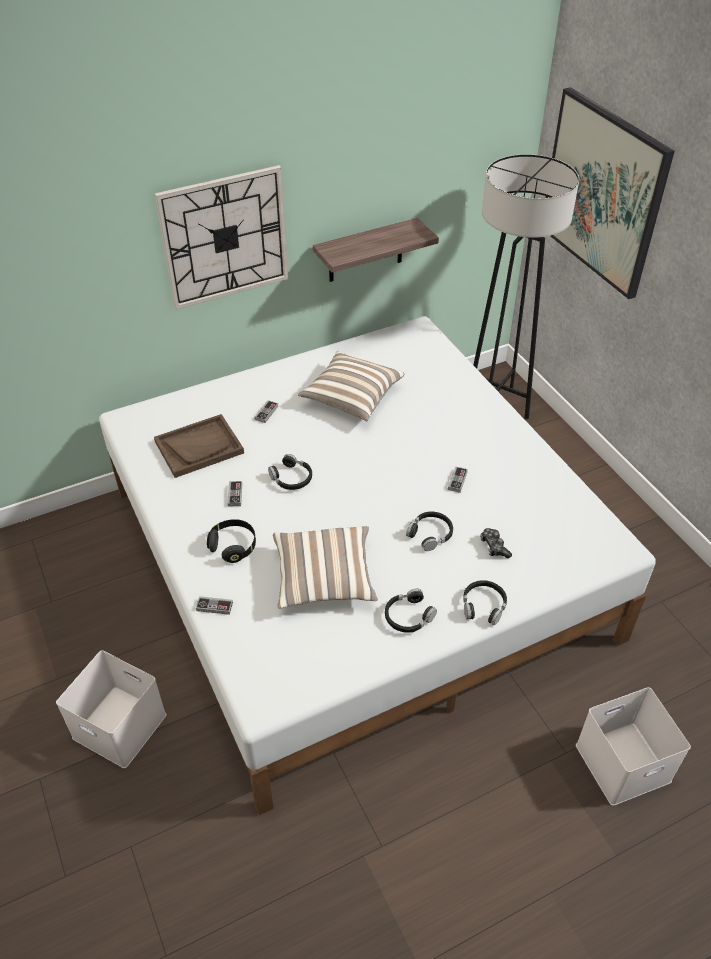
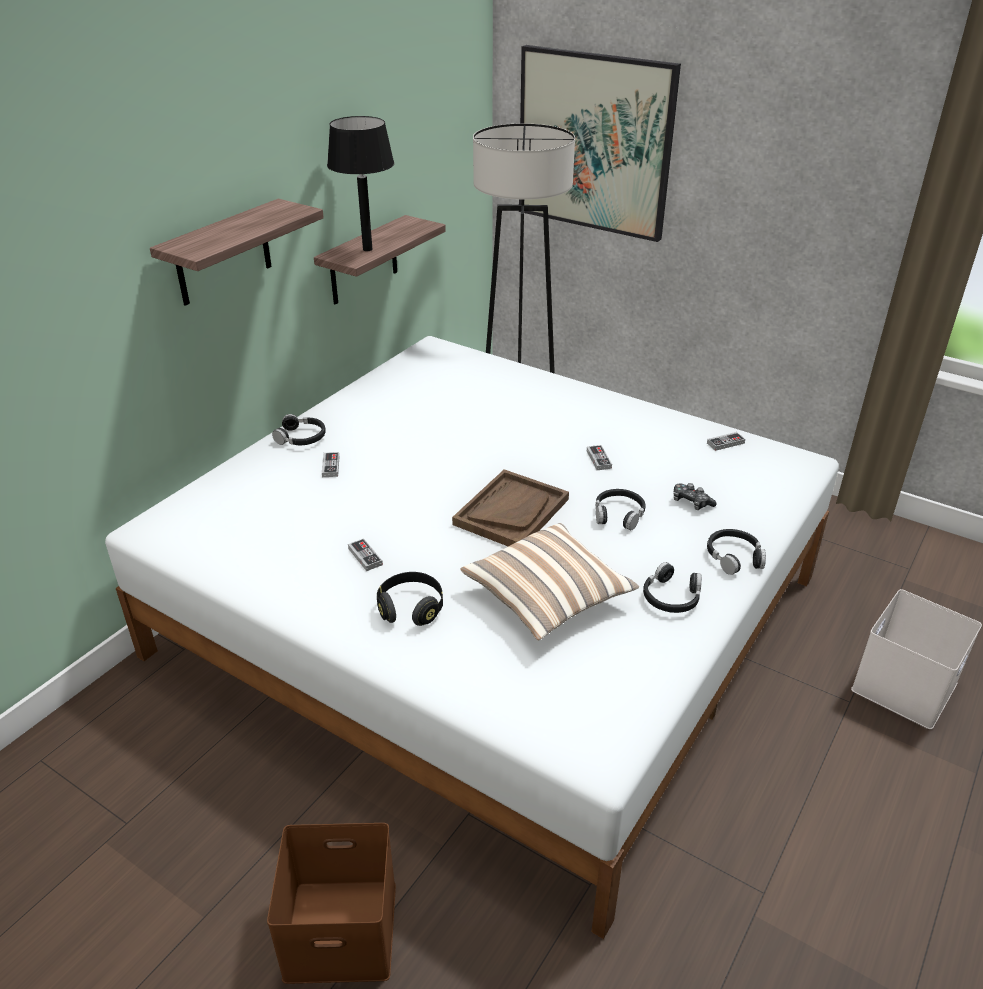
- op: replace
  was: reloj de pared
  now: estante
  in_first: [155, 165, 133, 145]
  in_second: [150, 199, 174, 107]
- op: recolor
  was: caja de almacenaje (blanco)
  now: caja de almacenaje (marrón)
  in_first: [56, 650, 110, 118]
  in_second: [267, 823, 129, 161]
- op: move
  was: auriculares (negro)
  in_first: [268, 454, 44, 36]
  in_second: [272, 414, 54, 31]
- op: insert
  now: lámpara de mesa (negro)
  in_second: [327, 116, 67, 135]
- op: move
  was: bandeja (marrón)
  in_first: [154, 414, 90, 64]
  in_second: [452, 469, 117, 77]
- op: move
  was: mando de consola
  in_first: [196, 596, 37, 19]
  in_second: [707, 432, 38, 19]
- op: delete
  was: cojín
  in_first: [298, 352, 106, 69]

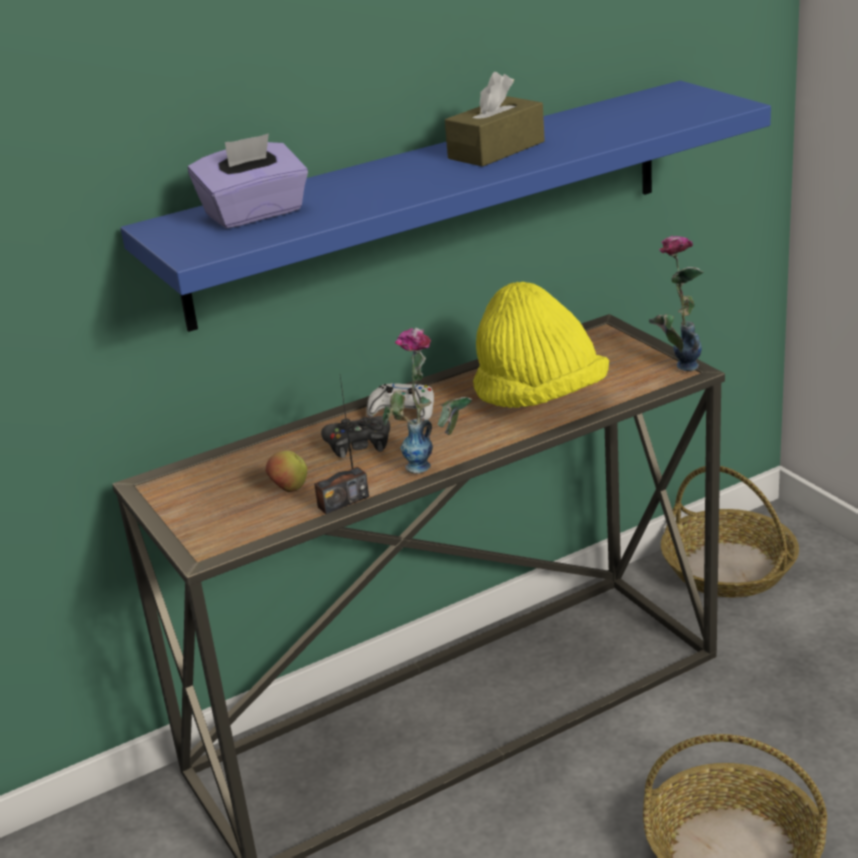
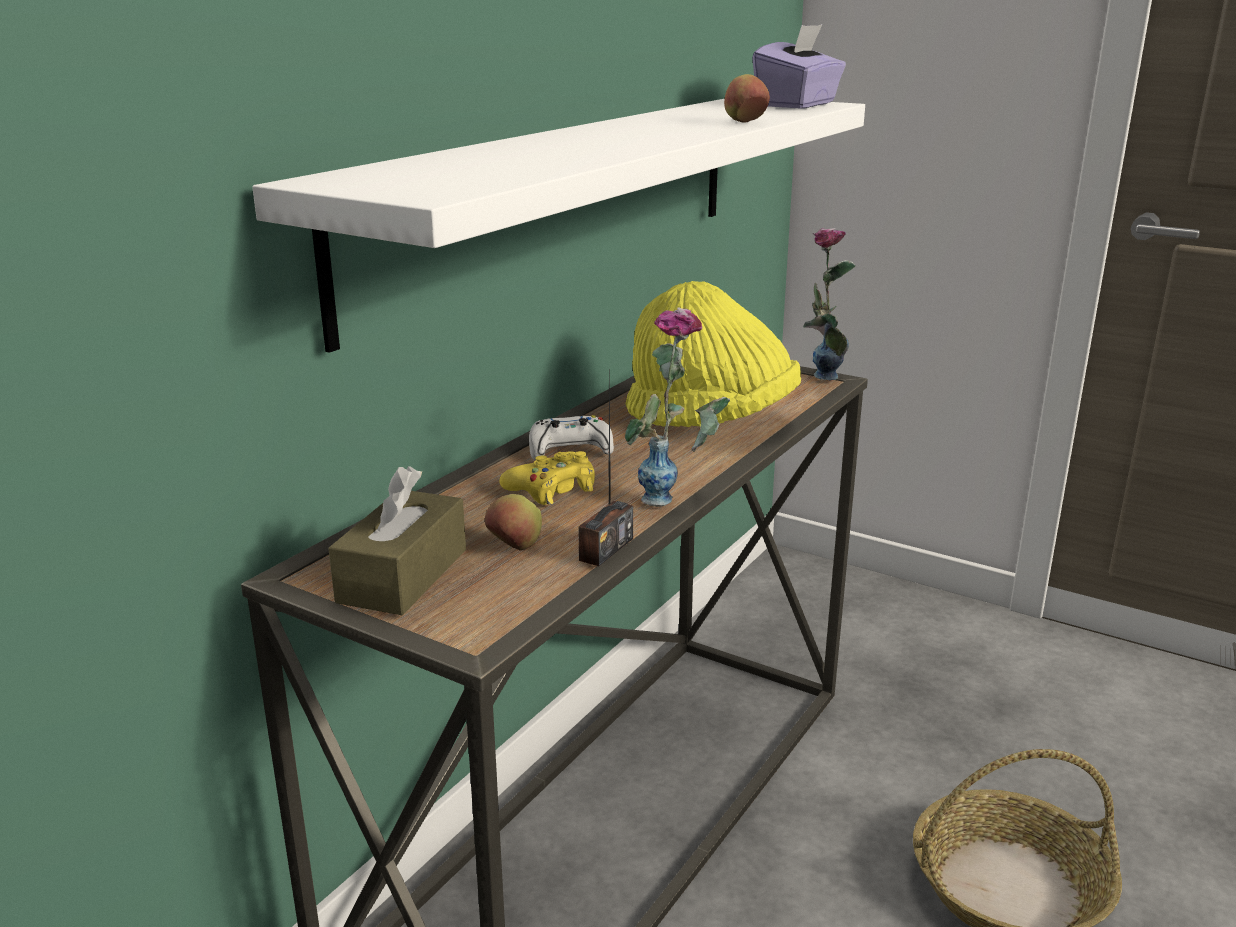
- op: recolor
  was: estante (azul)
  now: estante (blanco)
  in_first: [120, 81, 651, 251]
  in_second: [252, 99, 613, 254]
- op: move
  was: caja de pañuelos (marrón)
  in_first: [445, 72, 100, 95]
  in_second: [328, 466, 138, 149]
- op: recolor
  was: mando de consola (negro)
  now: mando de consola (amarillo)
  in_first: [321, 416, 69, 42]
  in_second: [499, 451, 96, 54]
- op: insert
  now: manzana
  in_second: [724, 74, 46, 49]
- op: move
  was: caja de pañuelos (morado)
  in_first: [188, 133, 120, 96]
  in_second: [752, 24, 94, 84]
- op: delete
  was: cesta
  in_first: [661, 466, 138, 132]

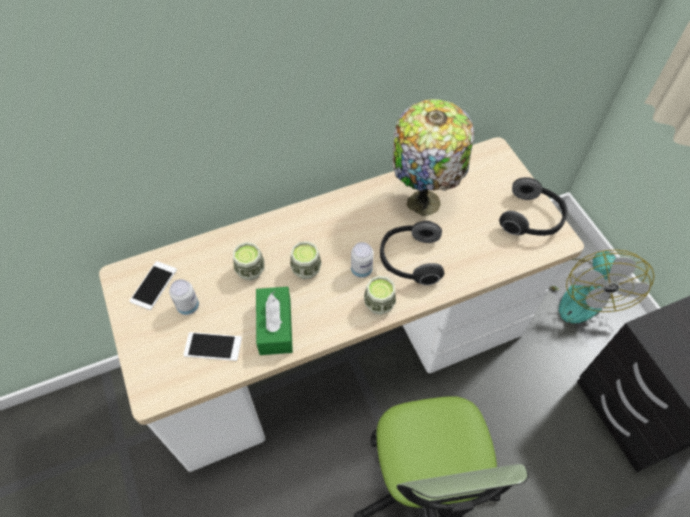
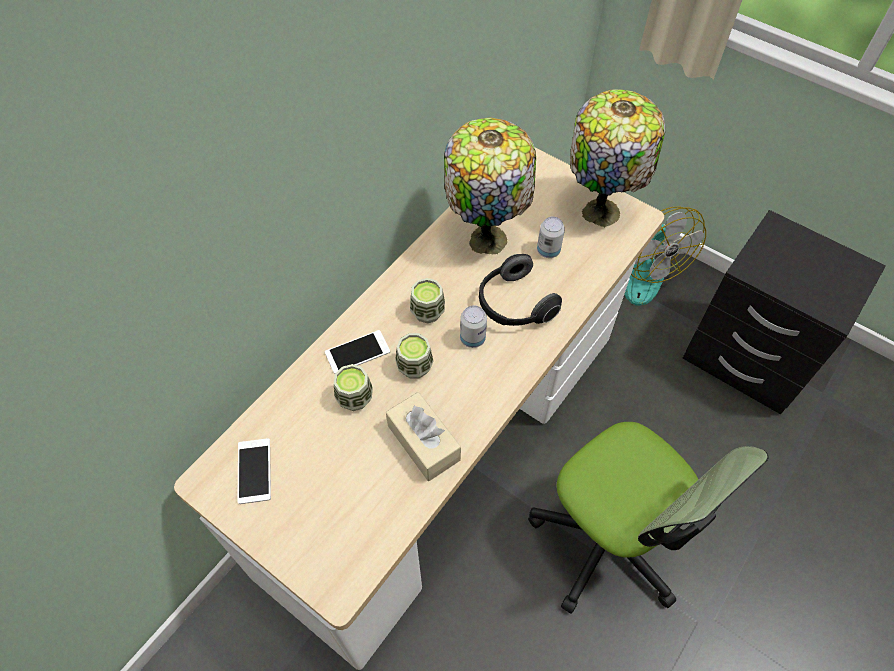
- op: move
  was: móvil
  in_first: [184, 332, 58, 29]
  in_second: [325, 330, 65, 44]
- op: recolor
  was: caja de pañuelos (verde)
  now: caja de pañuelos (beis)
  in_first: [256, 287, 37, 68]
  in_second: [386, 392, 75, 89]
- op: move
  was: taza
  in_first: [364, 276, 32, 39]
  in_second: [410, 278, 35, 45]
- op: move
  was: lata
  in_first: [169, 279, 30, 36]
  in_second: [537, 217, 28, 41]
- op: replace
  was: auriculares
  now: lámpara de mesa
  in_first: [499, 177, 69, 59]
  in_second: [570, 89, 95, 138]

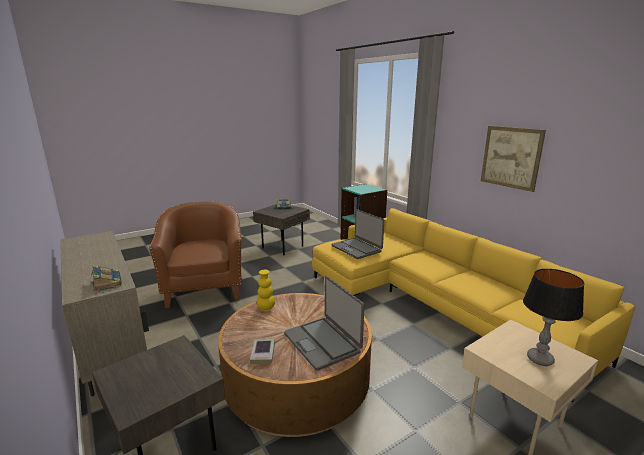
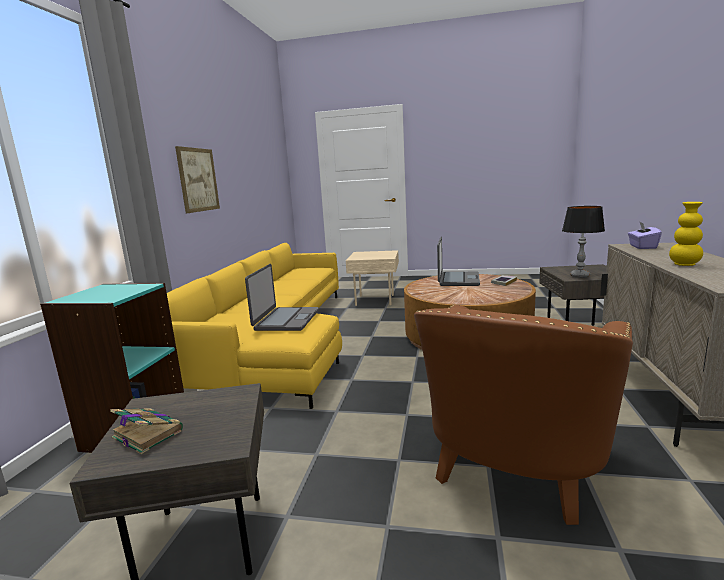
- op: move
  was: lámpara de mesa
  in_first: [523, 269, 61, 97]
  in_second: [562, 206, 43, 72]
- op: replace
  was: libro
  now: caja de pañuelos (morado)
  in_first: [91, 265, 31, 27]
  in_second: [628, 221, 34, 28]
- op: move
  was: florero (amarillo)
  in_first: [257, 270, 18, 41]
  in_second: [669, 202, 34, 64]

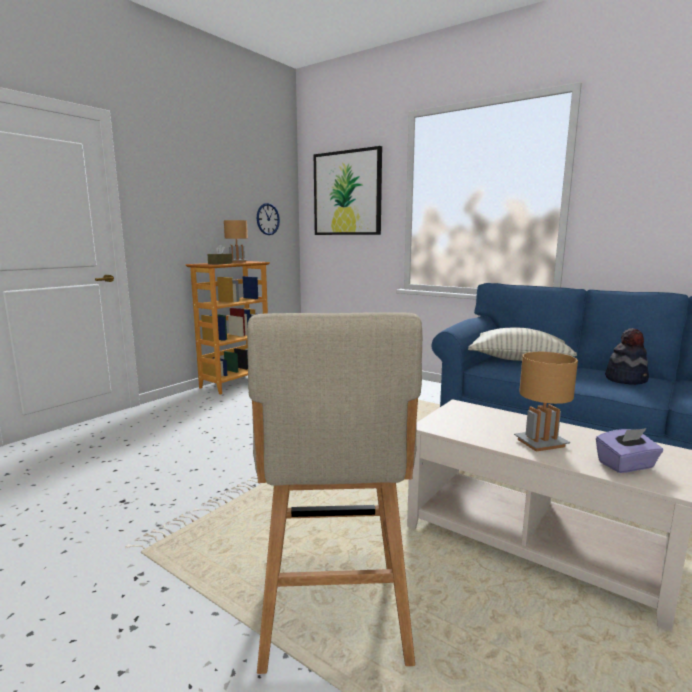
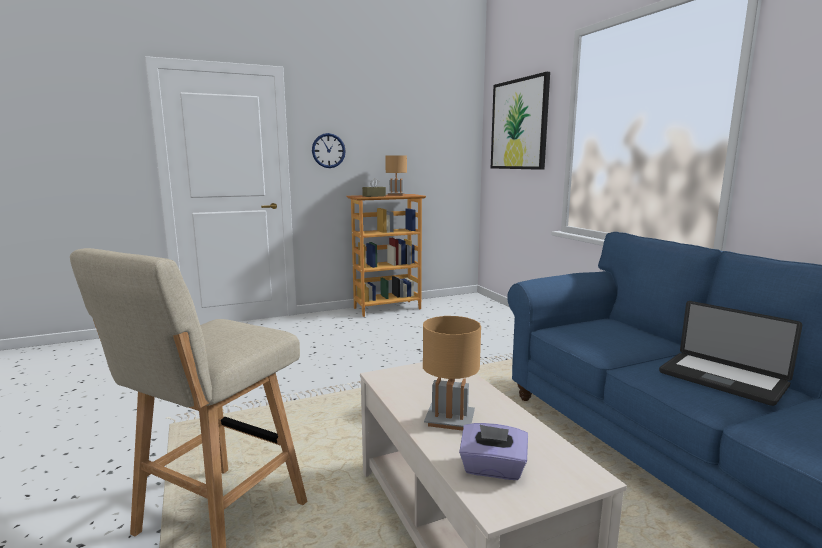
- op: move
  was: reloj de pared
  in_first: [257, 203, 23, 32]
  in_second: [312, 133, 34, 35]
- op: replace
  was: sombrero
  now: portátil
  in_first: [605, 328, 44, 57]
  in_second: [659, 301, 143, 105]
- op: delete
  was: cojín
  in_first: [468, 328, 109, 33]

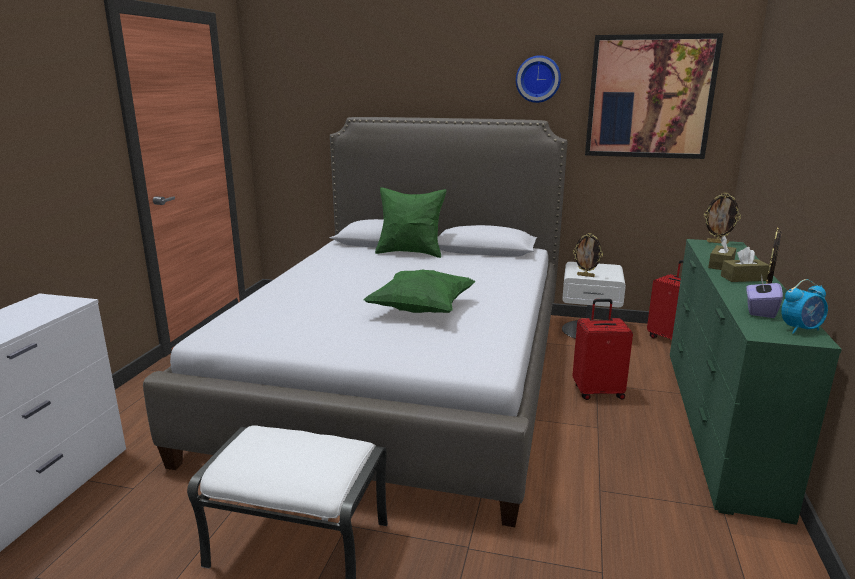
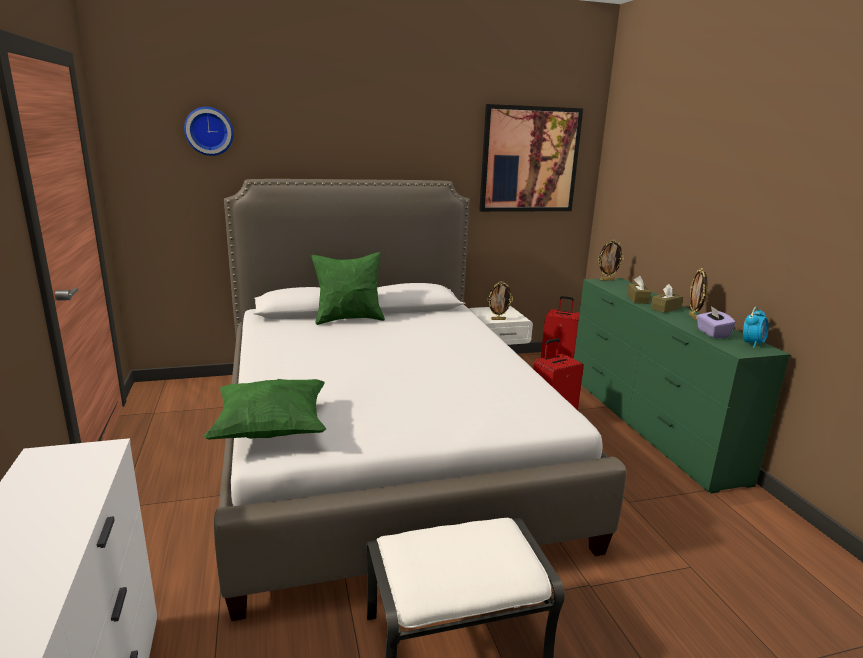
- op: move
  was: reloj de pared
  in_first: [516, 55, 45, 48]
  in_second: [184, 107, 50, 49]
- op: move
  was: cojín (verde)
  in_first: [364, 269, 112, 44]
  in_second: [203, 379, 123, 61]

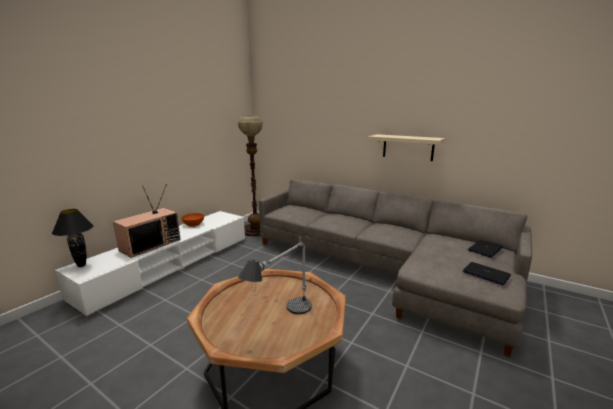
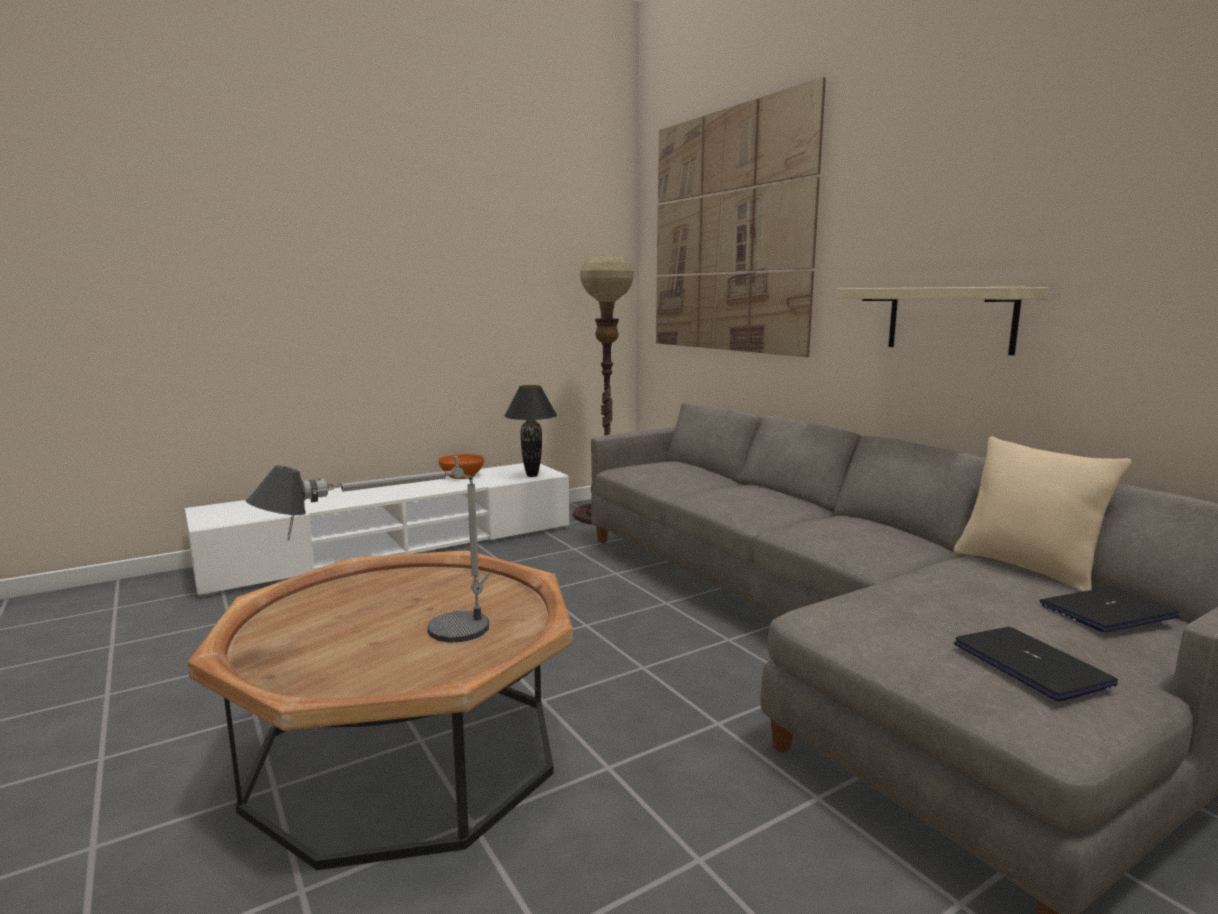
- op: move
  was: lámpara de mesa (negro)
  in_first: [52, 209, 42, 58]
  in_second: [504, 385, 53, 92]
- op: insert
  now: cuadro
  in_second: [656, 77, 170, 280]
- op: insert
  now: cojín (beis)
  in_second: [954, 436, 178, 156]
- op: delete
  was: televisor
  in_first: [113, 184, 67, 74]

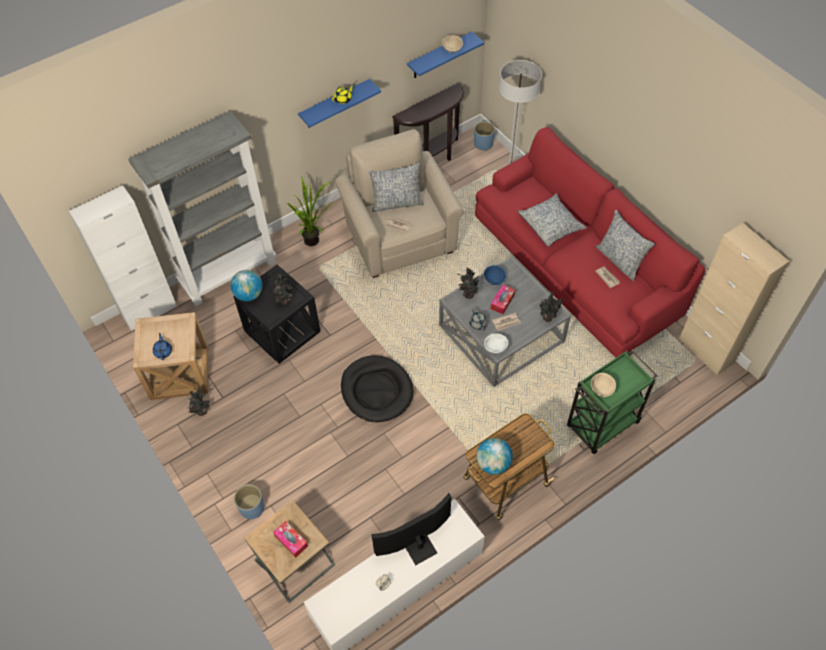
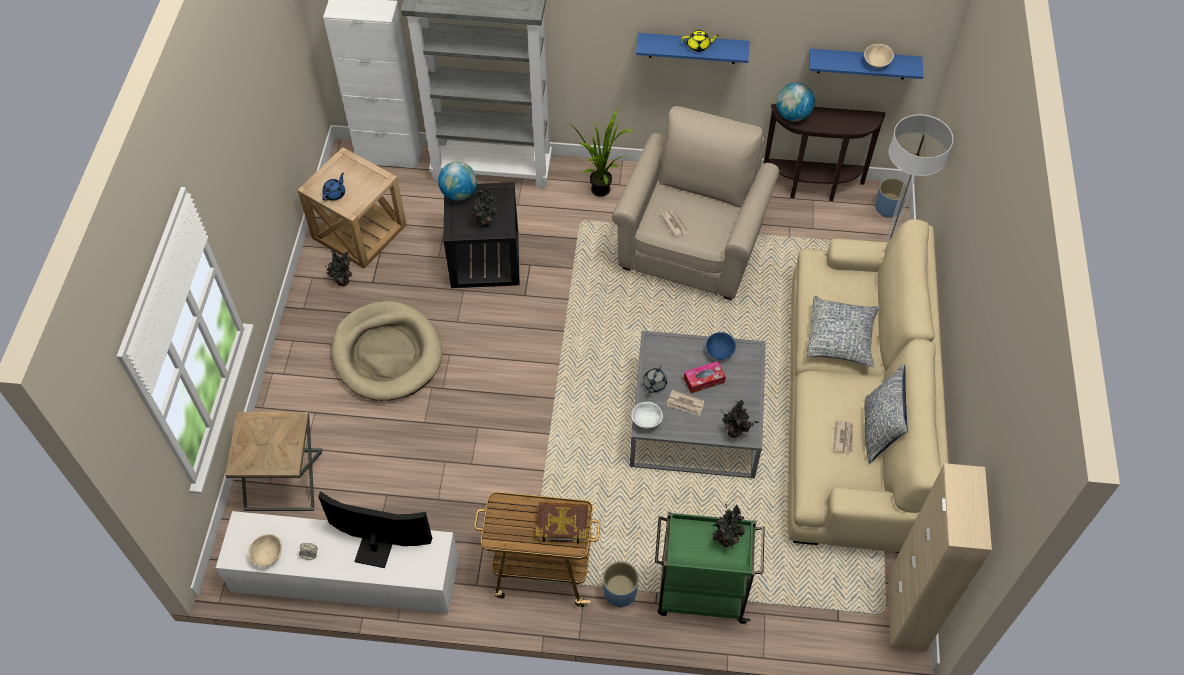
- op: move
  was: cuenco (beis)
  in_first: [591, 373, 25, 24]
  in_second: [248, 534, 34, 33]
- op: insert
  now: cama para perro (beis)
  in_second: [331, 301, 111, 100]
- op: insert
  now: libro
  in_second: [536, 502, 52, 42]
- op: move
  was: maceta (azul)
  in_first: [234, 484, 30, 35]
  in_second: [603, 561, 36, 47]
- op: move
  was: planta en maceta
  in_first: [457, 267, 22, 32]
  in_second: [711, 503, 34, 44]
- op: move
  was: globo terráqueo
  in_first: [476, 438, 37, 37]
  in_second: [776, 83, 39, 39]
- op: recolor
  was: sofá (rojo)
  now: sofá (beis)
  in_first: [475, 127, 231, 230]
  in_second: [788, 219, 161, 334]
- op: delete
  was: caja de pañuelos
  in_first: [273, 521, 35, 37]
- op: delete
  was: cama para perro (negro)
  in_first: [341, 355, 73, 67]
- op: delete
  was: cojín
  in_first: [368, 162, 56, 50]

